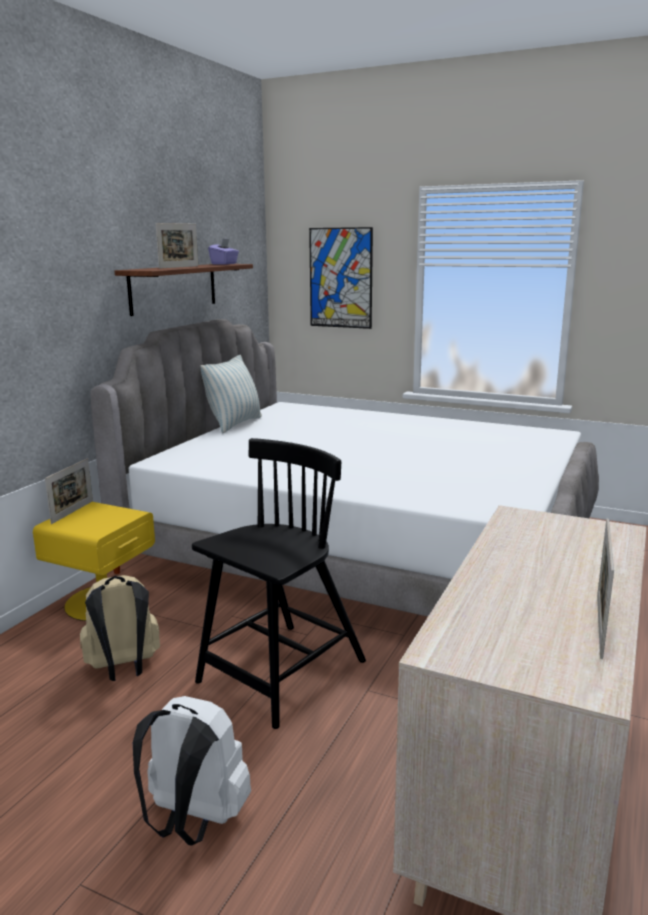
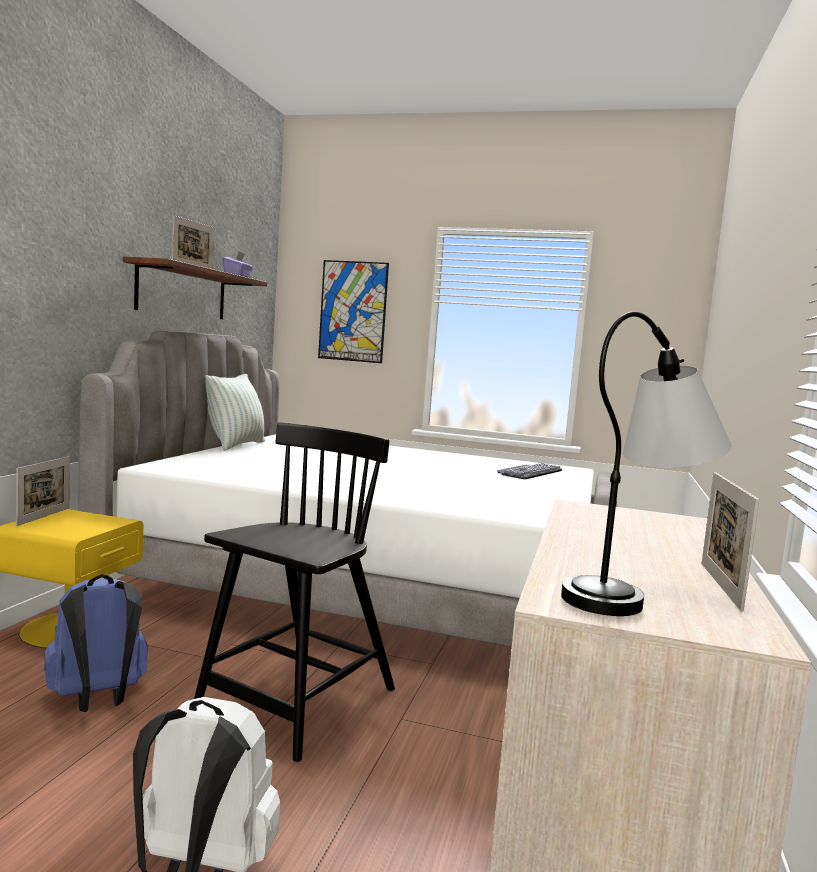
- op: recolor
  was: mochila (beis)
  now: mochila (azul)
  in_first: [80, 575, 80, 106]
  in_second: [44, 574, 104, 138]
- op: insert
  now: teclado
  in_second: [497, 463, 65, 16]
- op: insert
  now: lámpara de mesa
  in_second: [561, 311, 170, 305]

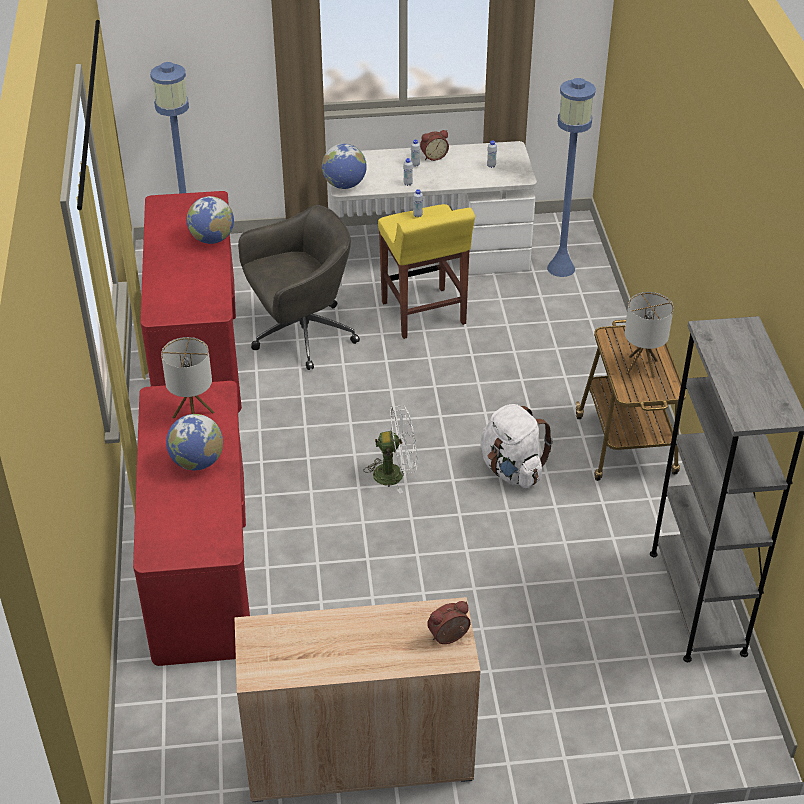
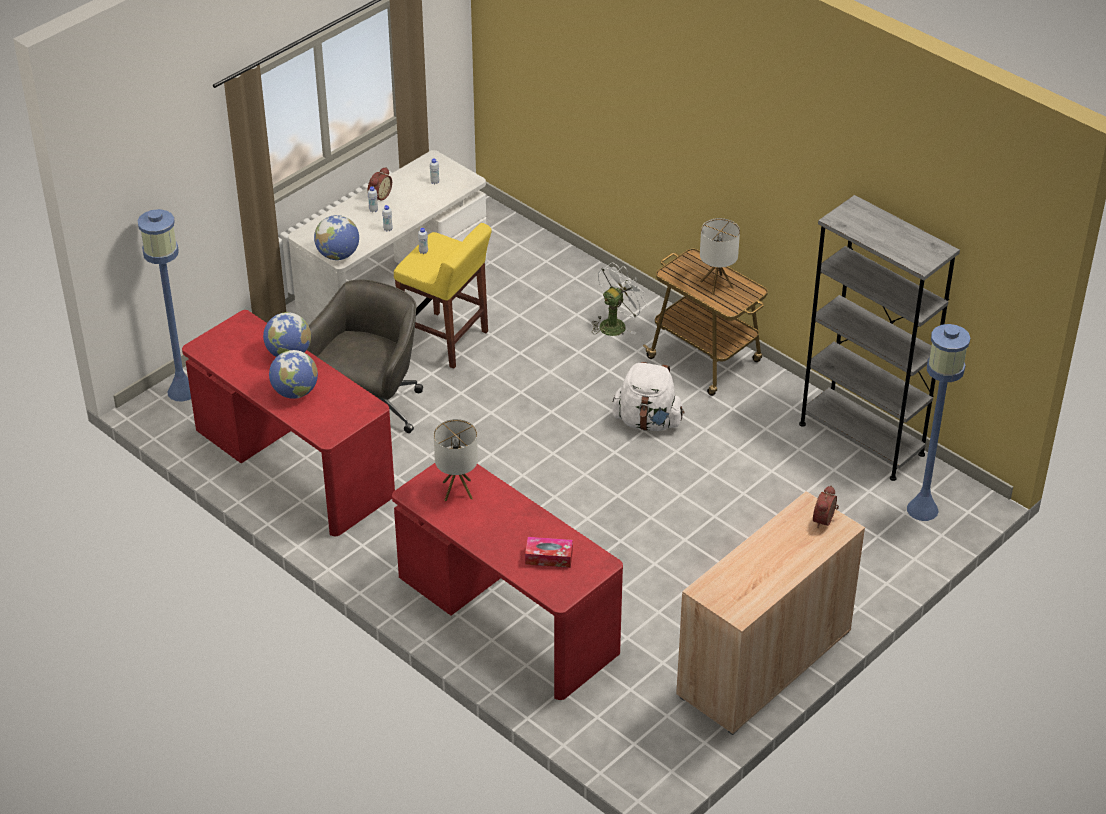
- op: move
  was: globo terráqueo
  in_first: [166, 414, 57, 56]
  in_second: [269, 350, 49, 49]
- op: insert
  now: caja de pañuelos
  in_second: [525, 537, 48, 31]
- op: move
  was: ventilador (blanco)
  in_first: [364, 405, 53, 89]
  in_second: [592, 262, 55, 74]
- op: move
  was: lámpara de pie (azul)
  in_first: [547, 78, 49, 199]
  in_second: [907, 324, 63, 197]

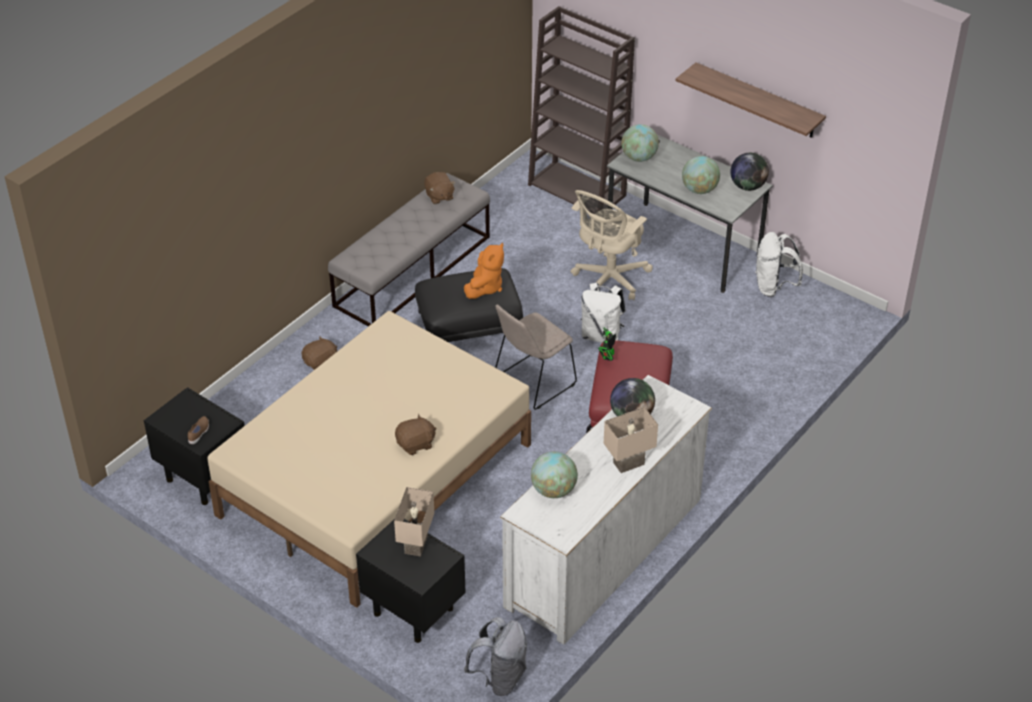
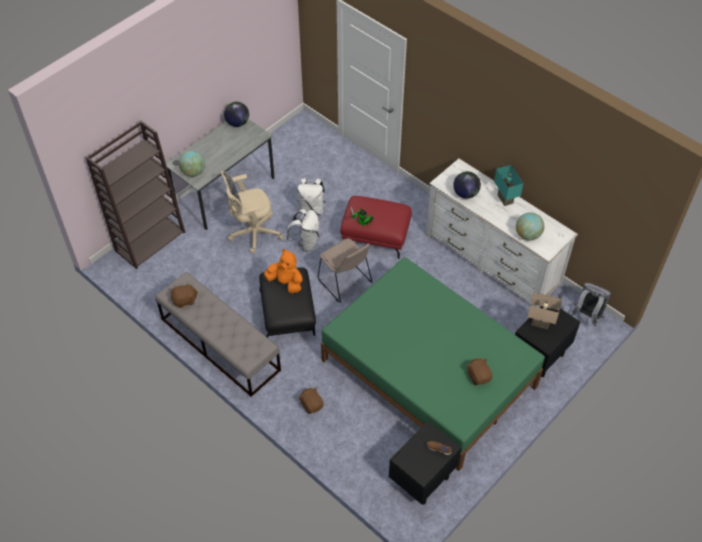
- op: rotate
  was: silla de oficina (beis)
  in_first: [571, 190, 82, 111]
  in_second: [221, 171, 63, 83]
  clockwise: 120
- op: move
  was: mochila (blanco)
  in_first: [755, 232, 48, 65]
  in_second: [297, 178, 29, 37]
- op: recolor
  was: cama (beis)
  now: cama (verde)
  in_first: [207, 311, 324, 297]
  in_second: [321, 257, 224, 214]
- op: move
  was: peluche (marrón)
  in_first: [395, 414, 41, 41]
  in_second: [467, 359, 25, 26]
- op: recolor
  was: lámpara de mesa (beis)
  now: lámpara de mesa (turquesa)
  in_first: [604, 407, 54, 66]
  in_second: [494, 165, 29, 41]
- op: delete
  was: estante
  in_first: [676, 62, 150, 76]
- op: delete
  was: globo terráqueo
  in_first: [682, 156, 38, 38]

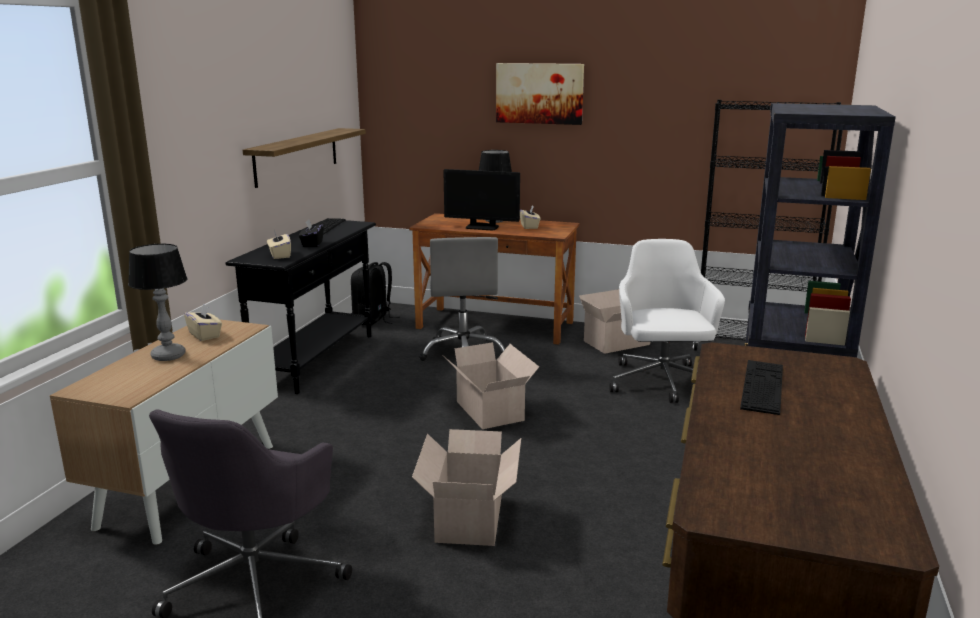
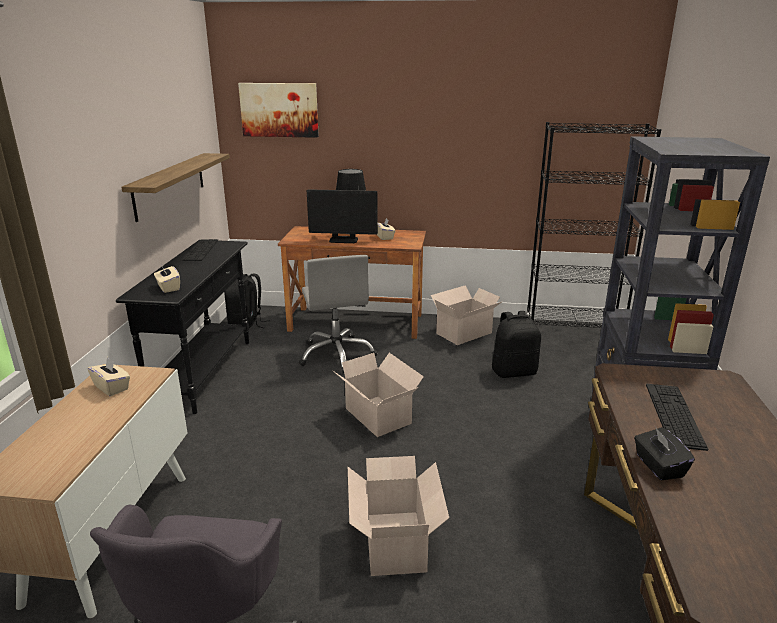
- op: move
  was: cuadro
  in_first: [496, 63, 88, 62]
  in_second: [238, 83, 81, 55]
- op: replace
  was: silla de oficina (blanco)
  now: mochila (negro)
  in_first: [609, 239, 116, 164]
  in_second: [492, 311, 49, 67]
- op: move
  was: caja de pañuelos (negro)
  in_first: [299, 220, 25, 27]
  in_second: [634, 427, 61, 53]
- op: delete
  was: lámpara de mesa
  in_first: [128, 244, 59, 117]

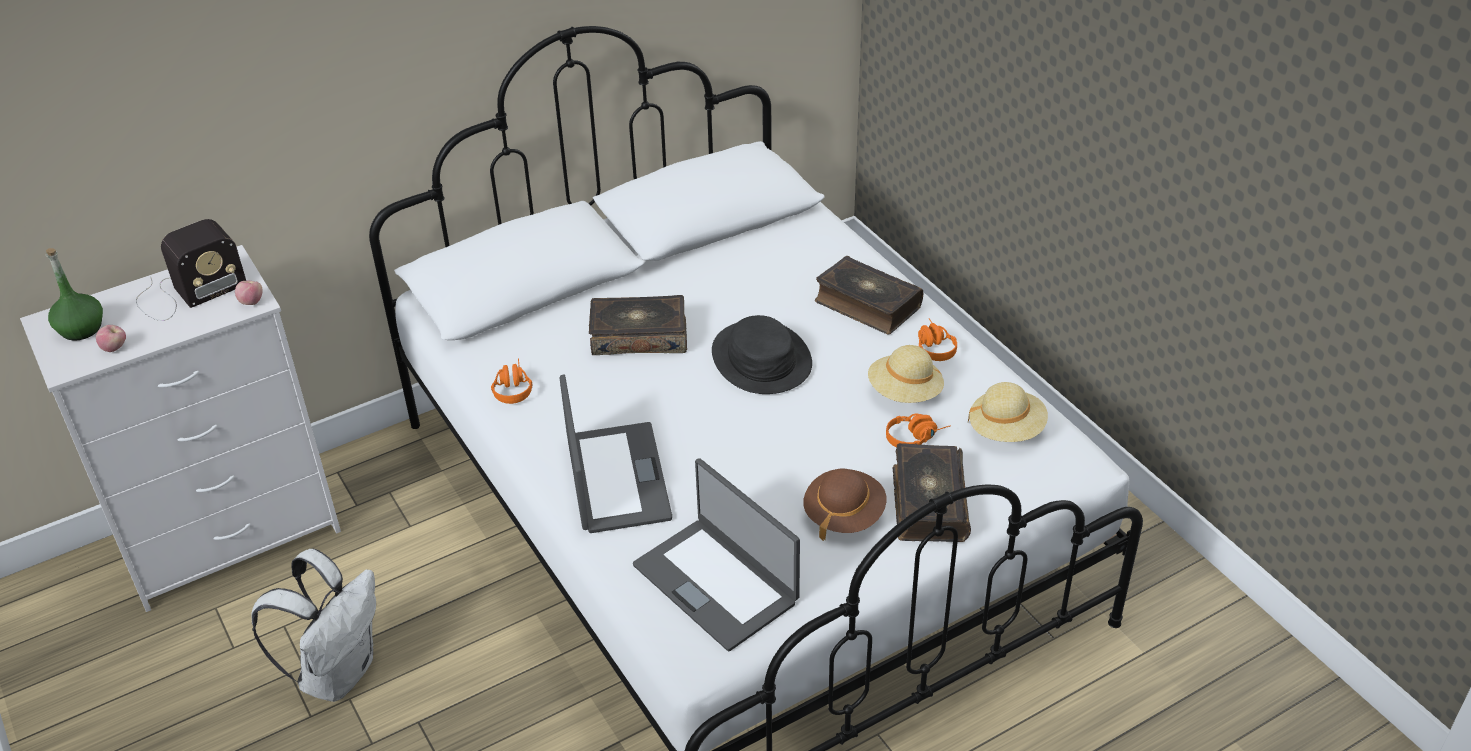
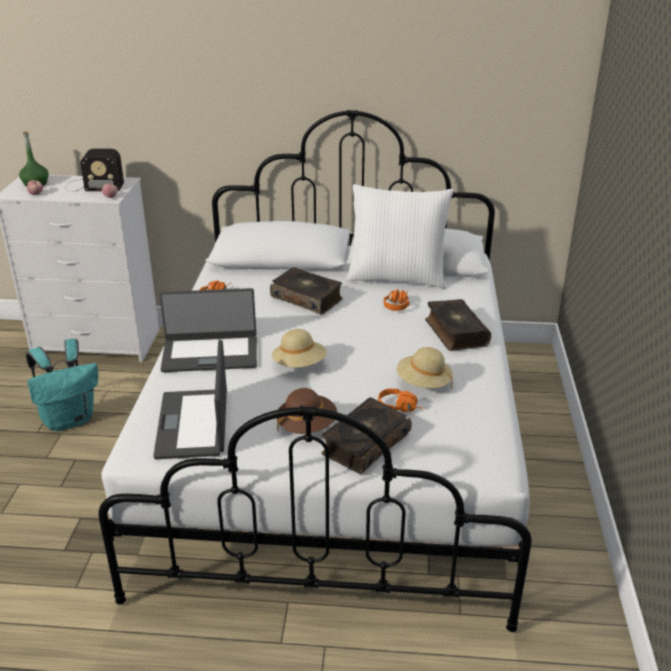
- op: recolor
  was: mochila (blanco)
  now: mochila (turquesa)
  in_first: [251, 548, 125, 154]
  in_second: [26, 339, 72, 92]
- op: rotate
  was: portátil
  in_first: [560, 374, 112, 159]
  in_second: [160, 288, 97, 84]
  clockwise: 60
- op: move
  was: sombrero (beis)
  in_first: [968, 382, 80, 60]
  in_second: [272, 329, 55, 39]
- op: insert
  now: cojín (blanco)
  in_second: [346, 184, 107, 104]
- op: move
  was: auriculares (naranja)
  in_first: [918, 318, 39, 43]
  in_second: [384, 289, 26, 22]
- op: delete
  was: sombrero (negro)
  in_first: [712, 315, 100, 79]

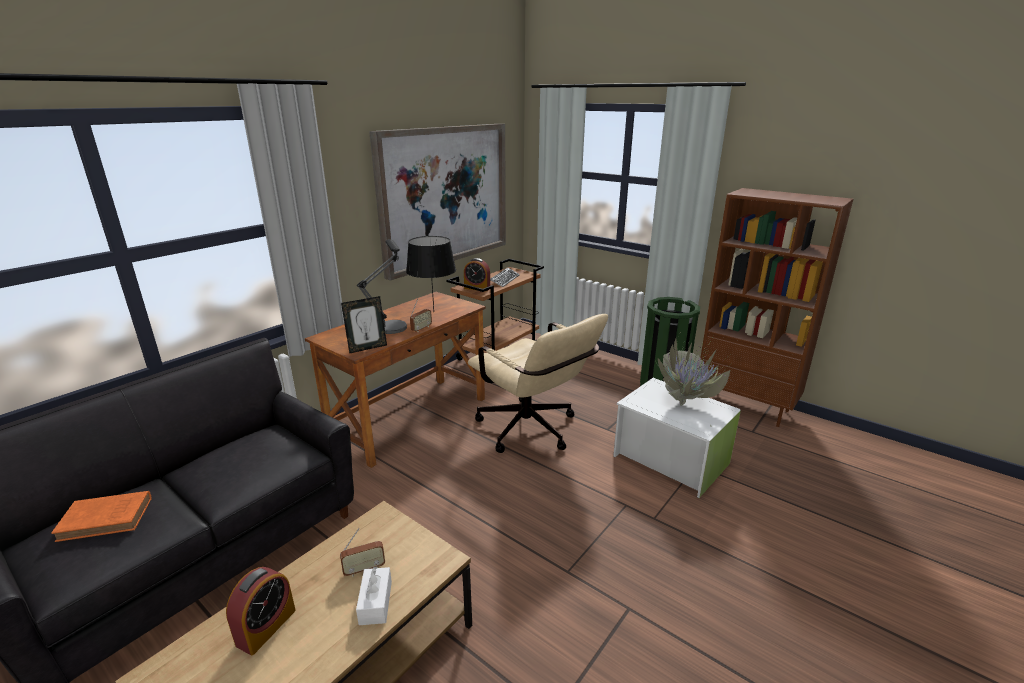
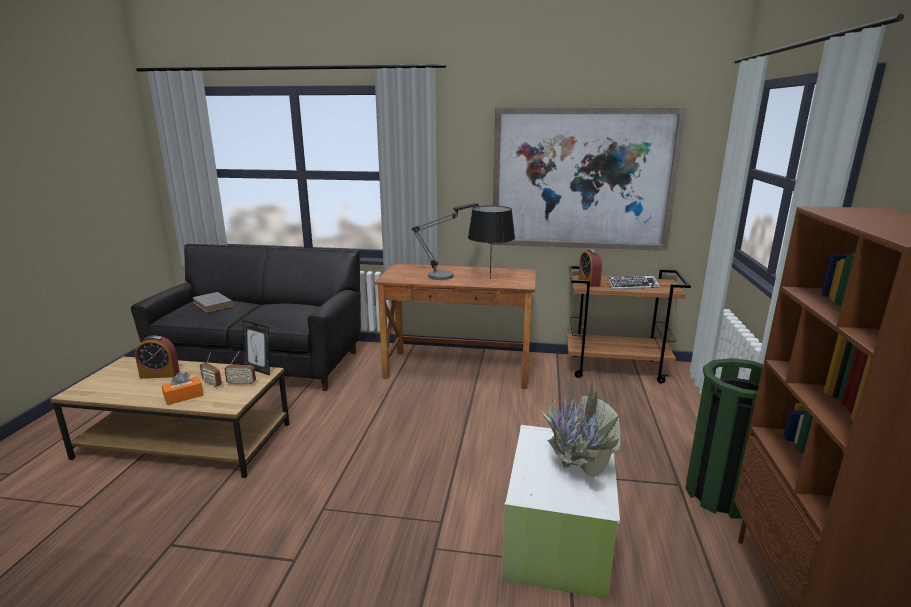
- op: recolor
  was: caja de pañuelos (blanco)
  now: caja de pañuelos (naranja)
  in_first: [356, 567, 36, 58]
  in_second: [162, 372, 41, 33]
- op: recolor
  was: libro (naranja)
  now: libro (gris)
  in_first: [51, 491, 101, 51]
  in_second: [192, 292, 42, 20]
- op: move
  was: radio
  in_first: [410, 299, 22, 33]
  in_second: [224, 351, 32, 35]
- op: move
  was: portarretratos
  in_first: [341, 296, 46, 57]
  in_second: [243, 320, 27, 56]
- op: delete
  was: silla de oficina (beis)
  in_first: [468, 314, 140, 139]

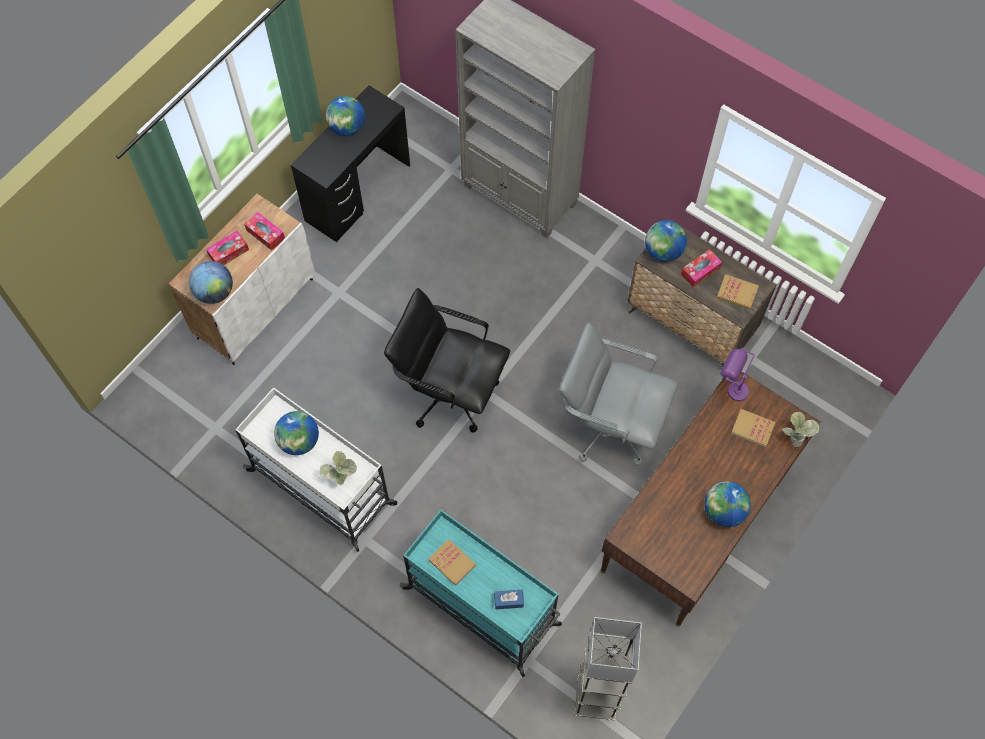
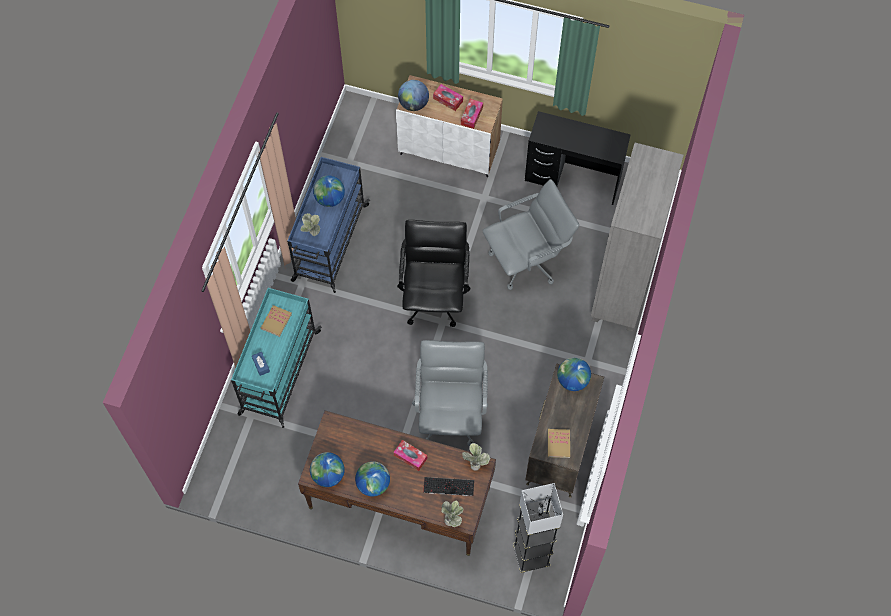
- op: recolor
  was: carrito (blanco)
  now: carrito (azul)
  in_first: [235, 387, 162, 165]
  in_second: [287, 157, 83, 136]
- op: move
  was: globo terráqueo
  in_first: [326, 96, 39, 40]
  in_second: [310, 452, 35, 35]
- op: move
  was: caja de pañuelos
  in_first: [681, 249, 41, 38]
  in_second: [394, 440, 33, 31]
- op: replace
  was: libro
  now: teclado
  in_first: [731, 409, 44, 39]
  in_second: [423, 477, 51, 19]
- op: replace
  was: lámpara de mesa (morado)
  now: planta en maceta
  in_first: [720, 348, 35, 53]
  in_second: [462, 443, 28, 28]
- op: insert
  now: silla de oficina (gris)
  in_second: [482, 179, 97, 111]
- op: move
  was: lámpara de pie (gris)
  in_first: [574, 617, 68, 103]
  in_second: [513, 483, 50, 90]

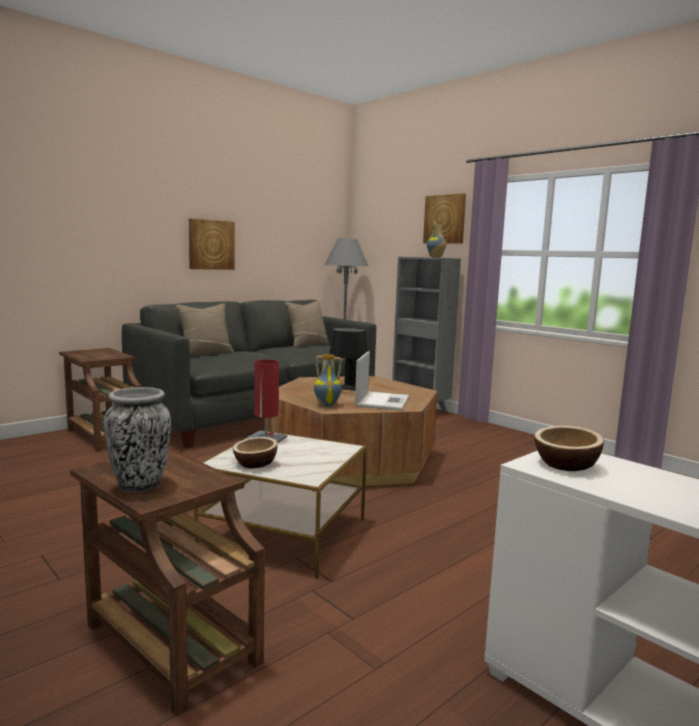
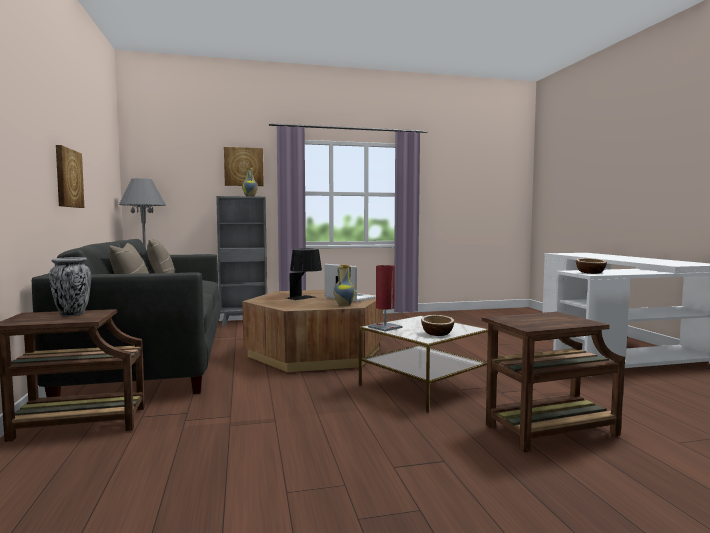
- op: move
  was: florero
  in_first: [104, 387, 67, 105]
  in_second: [49, 257, 42, 59]

